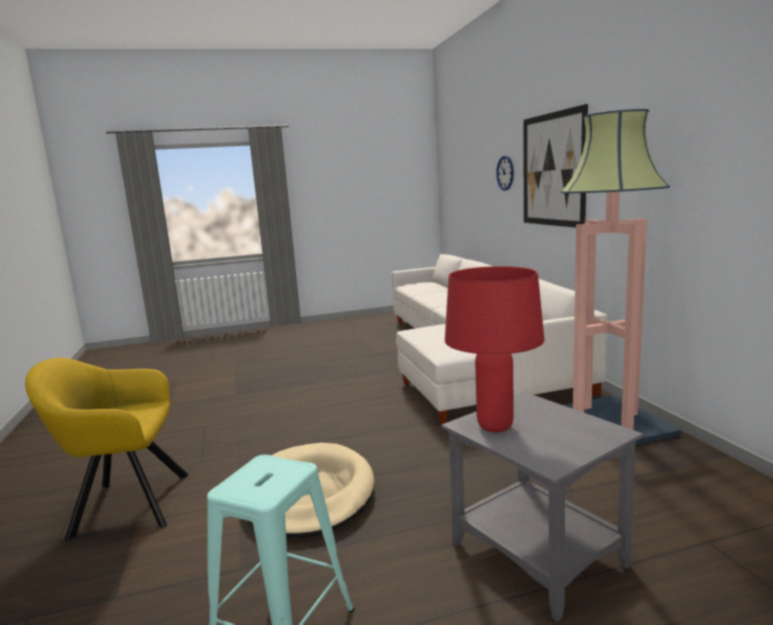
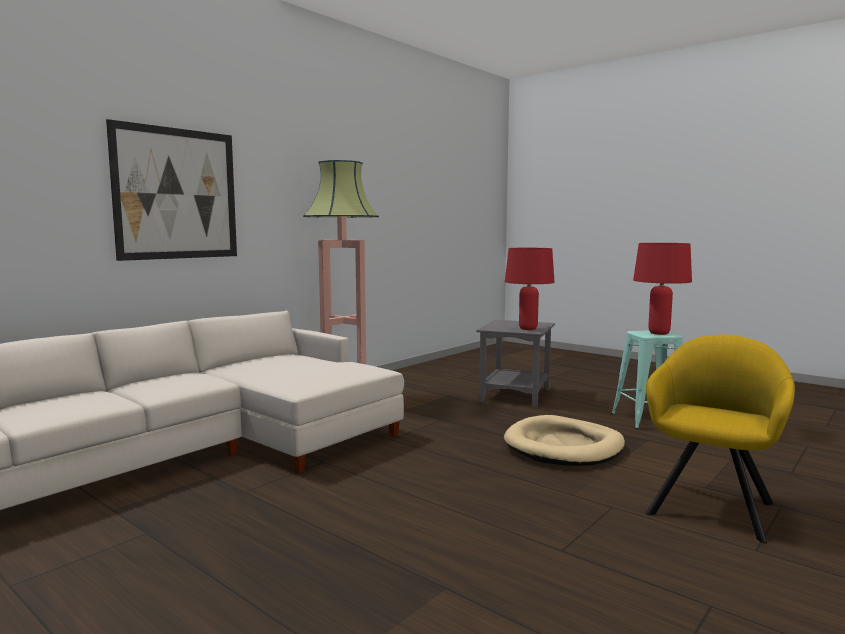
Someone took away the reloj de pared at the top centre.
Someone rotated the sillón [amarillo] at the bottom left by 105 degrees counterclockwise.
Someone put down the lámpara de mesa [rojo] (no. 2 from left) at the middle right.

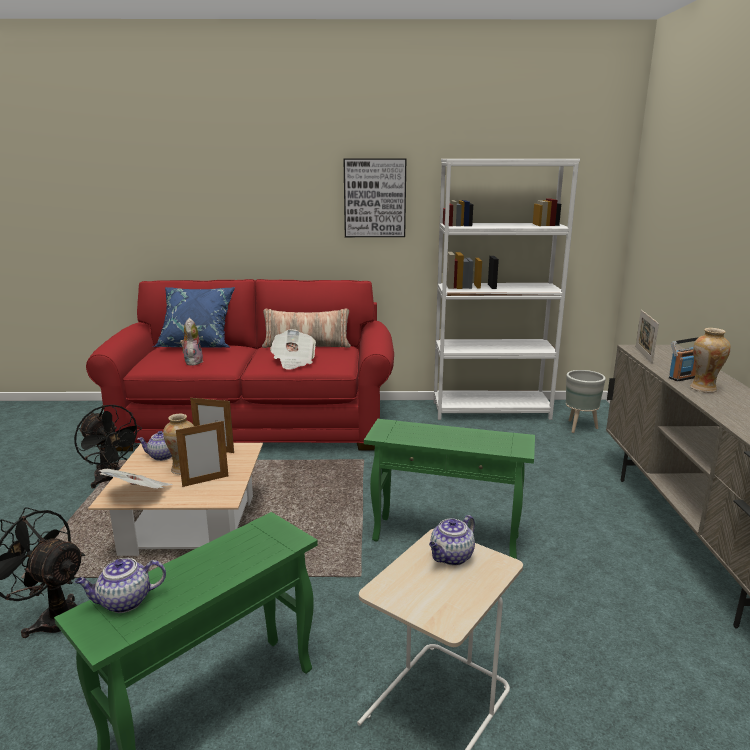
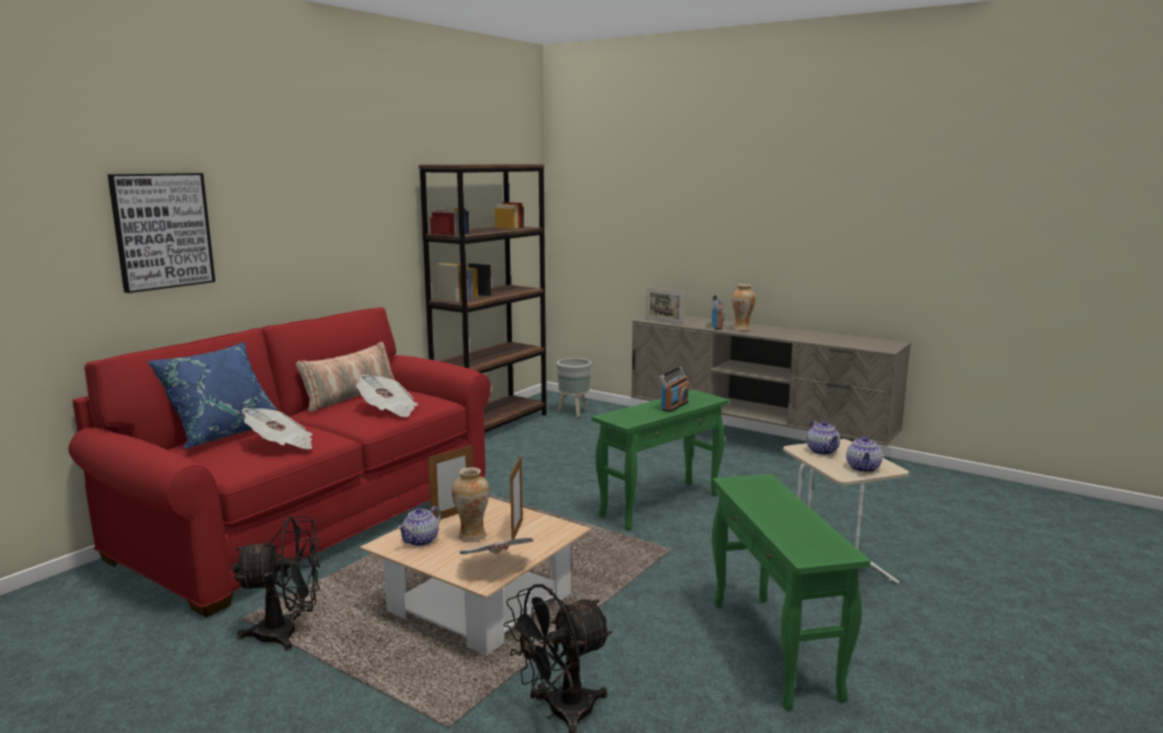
Someone carried the cuadro from the top centre to the top left.
Someone repainted the estantería [blanco] at the middle right, which became the estantería [marrón] at the centre.
Someone swapped the peluche at the middle left for the periódico (no. 1 from left) at the middle left.
Someone carried the tetera (no. 1 from left in the first image) from the bottom left to the middle right.
Someone put down the radio (no. 1 from left) at the centre.

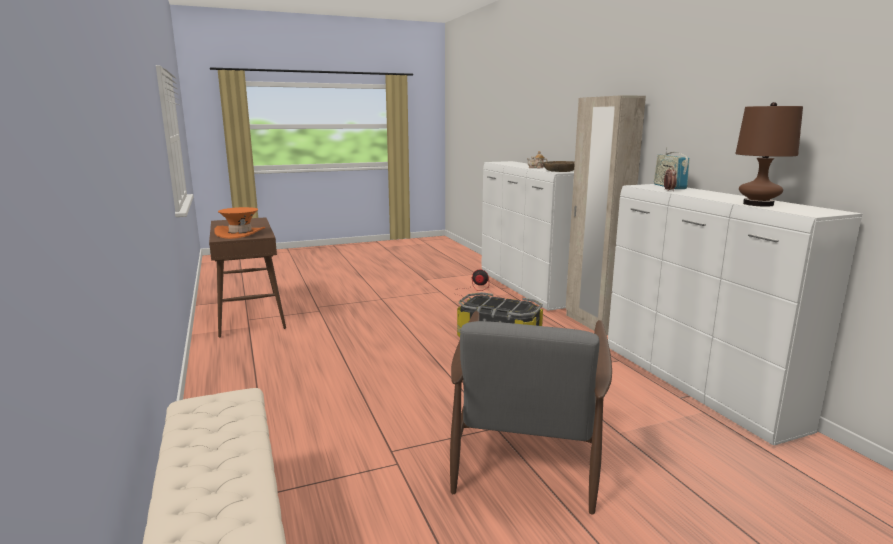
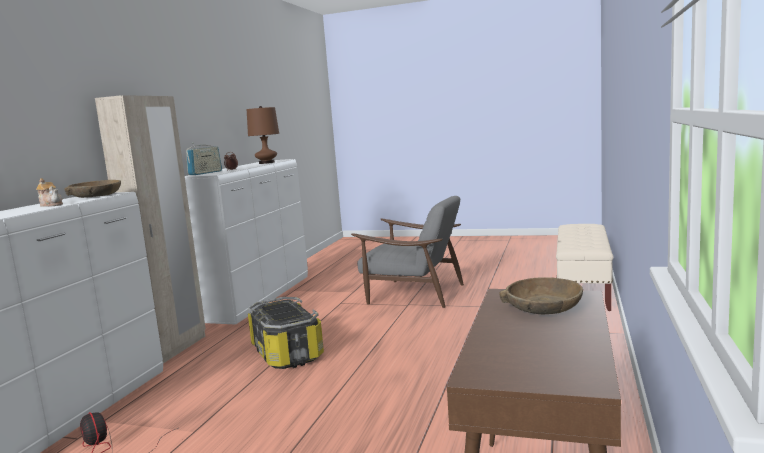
Someone swapped the sombrero [naranja] at the middle left for the cuenco [marrón] (no. 2 from left) at the middle right.
Someone rotated the sillón [gris] at the bottom centre by 60 degrees clockwise.

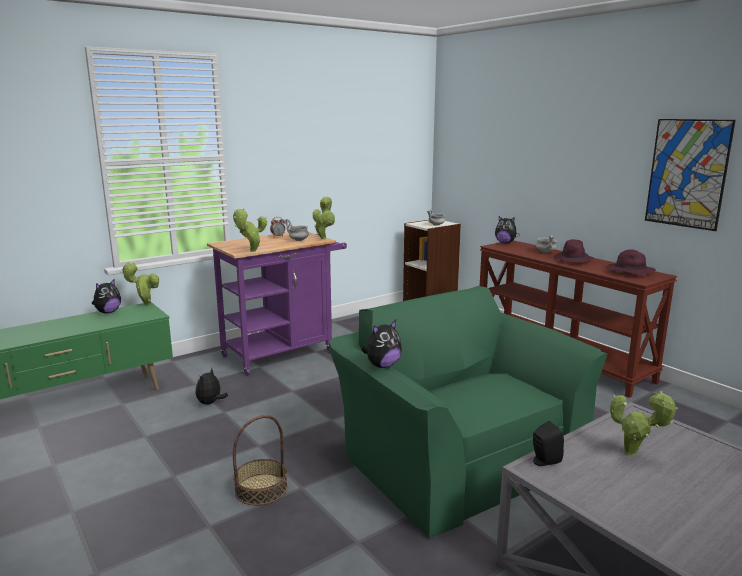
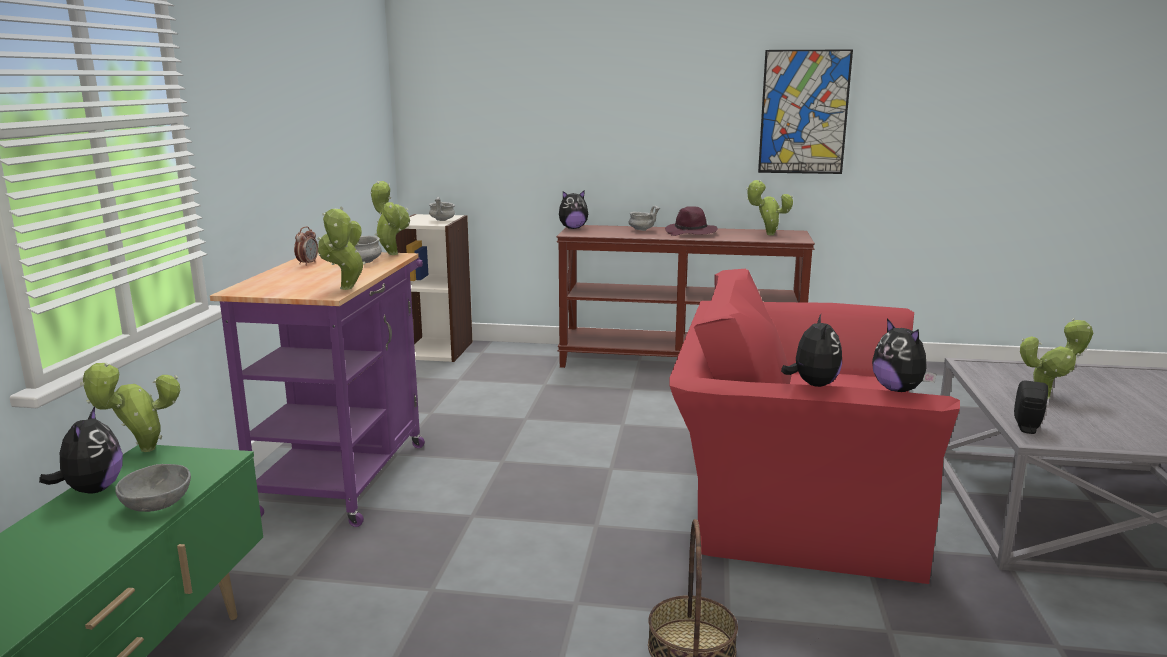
Someone swapped the sombrero [morado] (no. 2 from left) at the middle right for the planta en maceta (no. 4 from left) at the top centre.
Someone repainted the sillón [verde] at the bottom centre, which became the sillón [rojo] at the middle right.
Someone carried the peluche (no. 2 from left in the first image) from the bottom left to the middle right.
Someone put down the cuenco [gris] (no. 1 from left) at the bottom left.

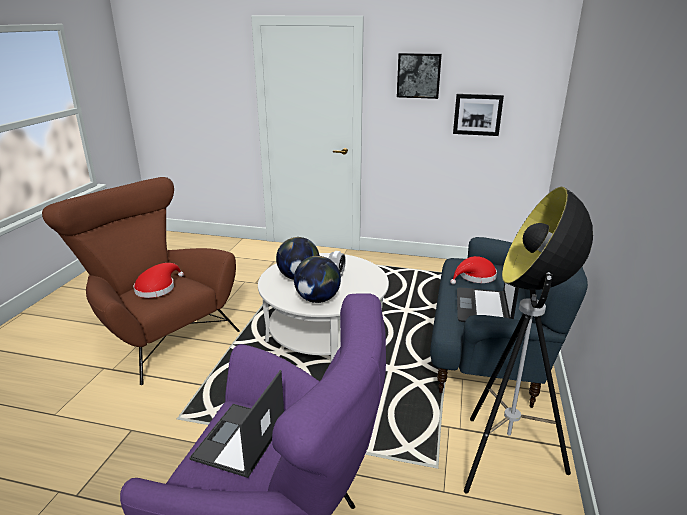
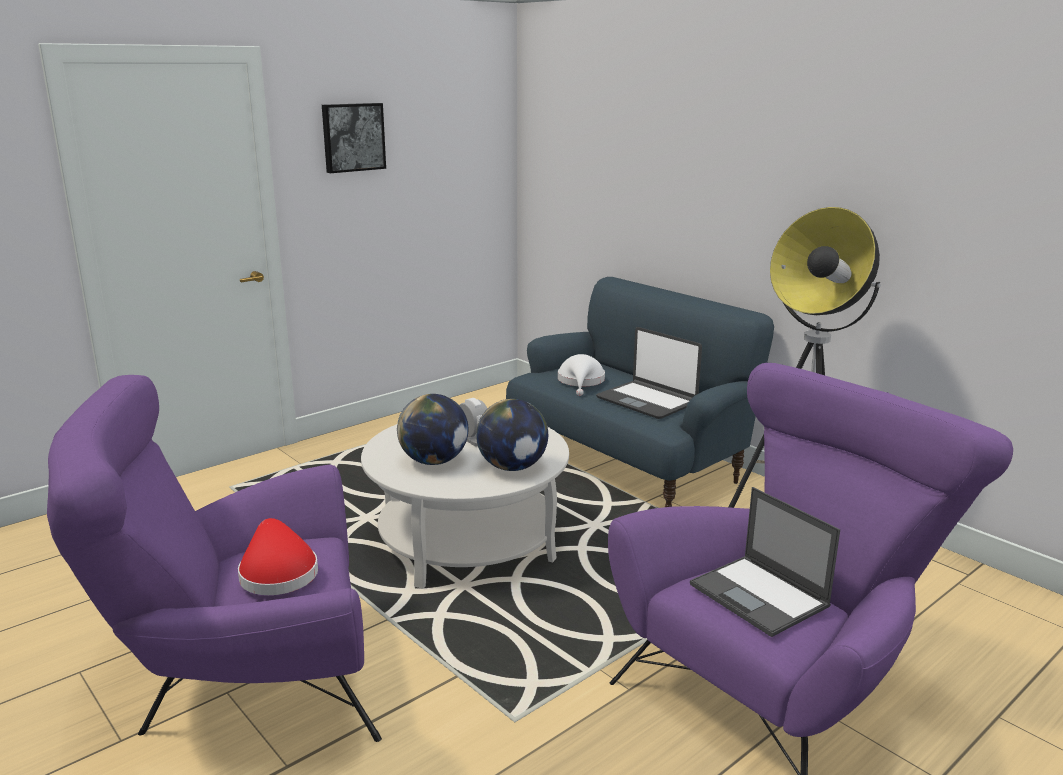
Someone took away the cuadro (no. 2 from left) at the top right.
Someone repainted the sillón [marrón] at the middle left, which became the sillón [morado] (no. 1 from left) at the bottom left.
Someone repainted the sombrero [rojo] (no. 2 from left) at the middle right, which became the sombrero [blanco] at the centre.

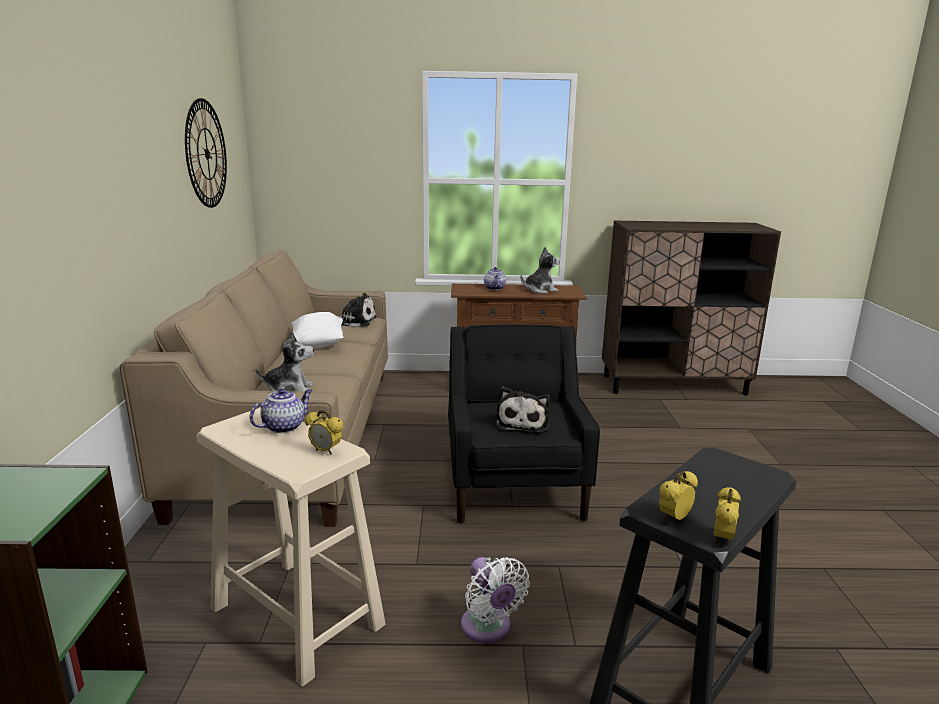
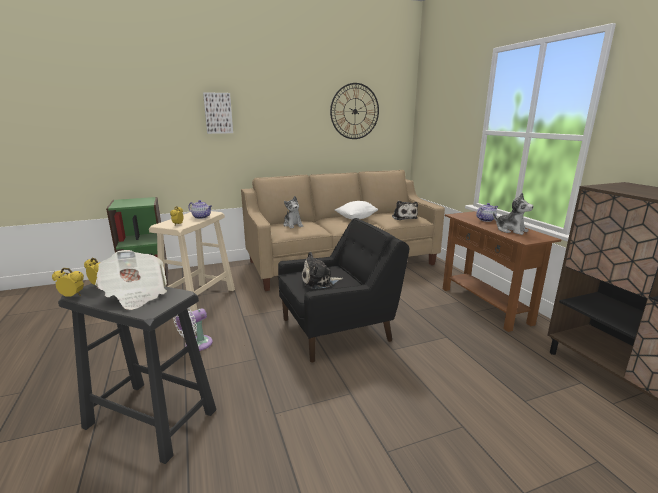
Someone put up the cuadro at the top left.
Someone put down the periódico at the middle left.

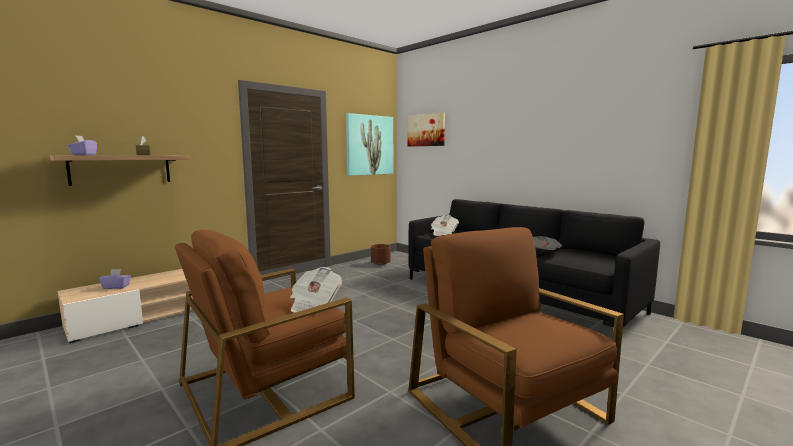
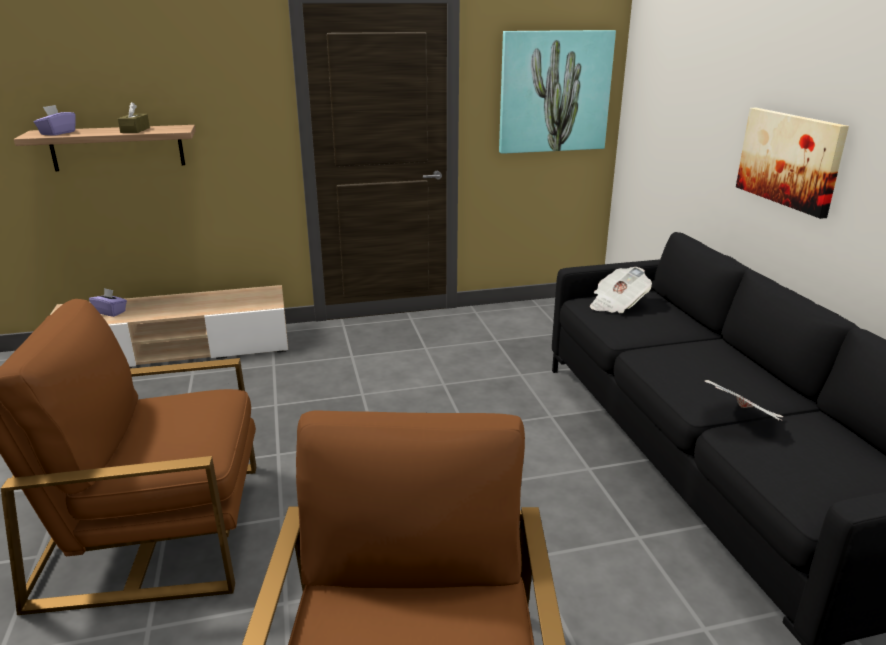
Someone carried the cuadro (no. 2 from left) from the top centre to the top right.
Someone took away the maceta [marrón] at the centre.
Someone took away the periódico (no. 1 from left) at the centre.

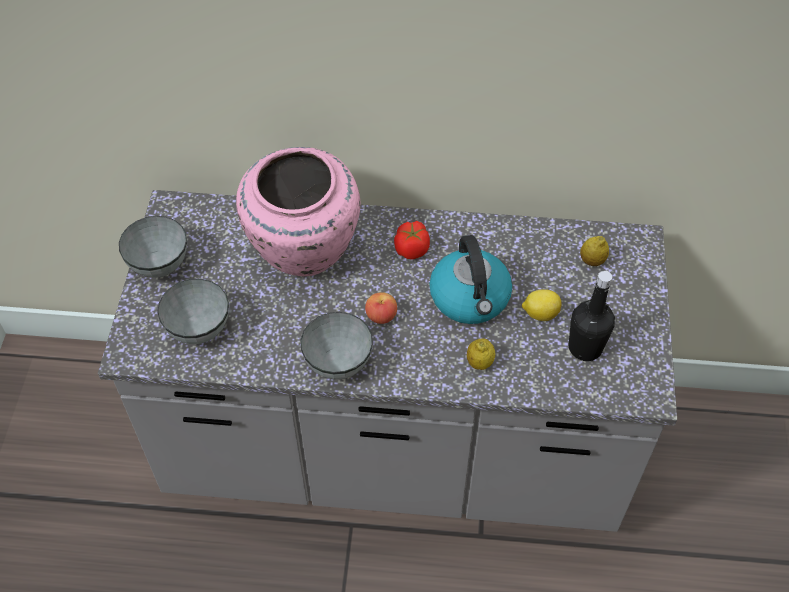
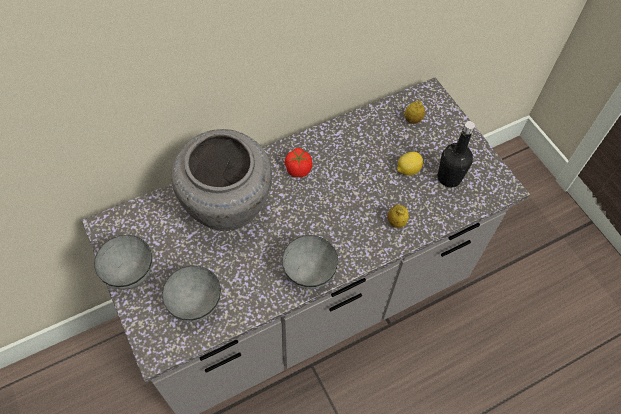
Someone repainted the florero [rosa] at the centre, which became the florero [gris] at the centre.
Someone took away the hervidor at the centre.
Someone took away the manzana at the centre.

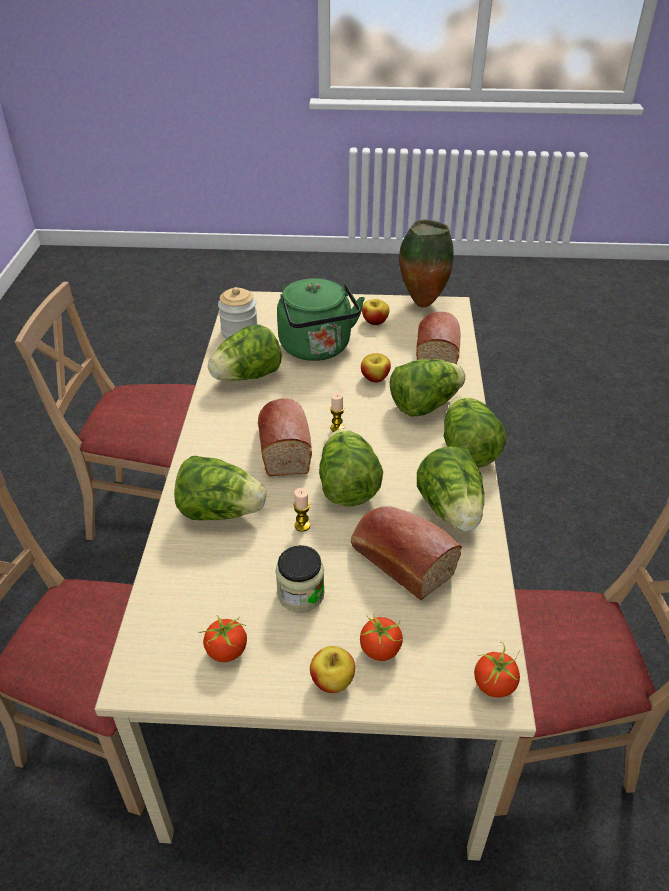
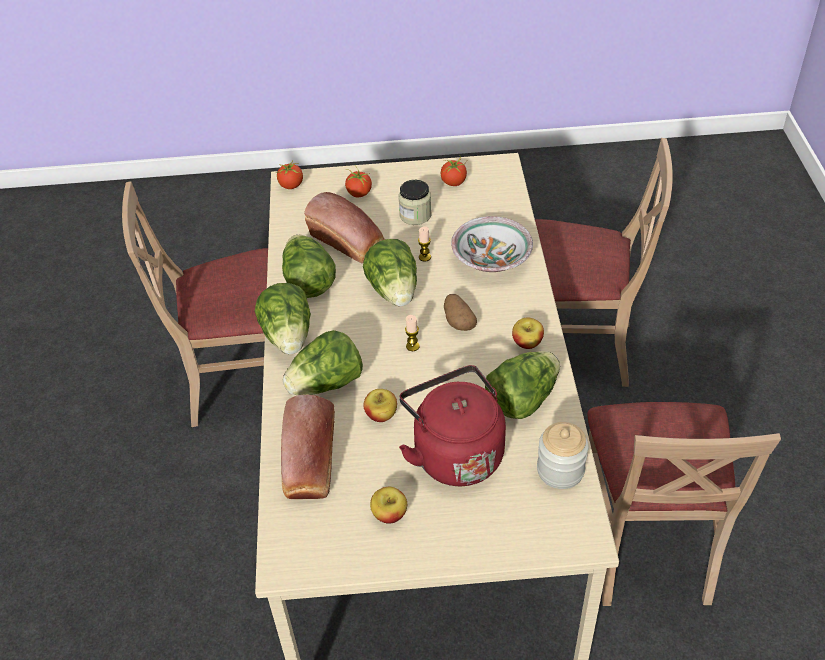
Someone took away the florero at the top centre.
Someone repainted the hervidor [verde] at the centre, which became the hervidor [rojo] at the centre.
Someone rotated the silla [beis] (no. 2 from left in the first image) at the middle left by 90 degrees clockwise.
Someone swapped the pan (no. 1 from left) at the centre for the patata at the centre.
Someone swapped the lechuga (no. 1 from left) at the middle left for the cuenco at the centre.
Someone carried the manzana (no. 1 from left in the first image) from the bottom centre to the centre.

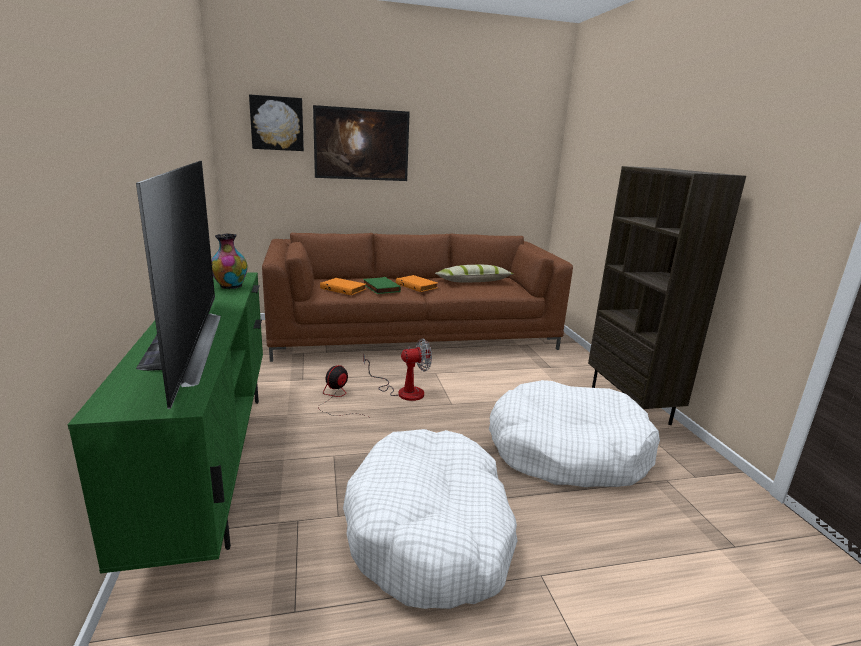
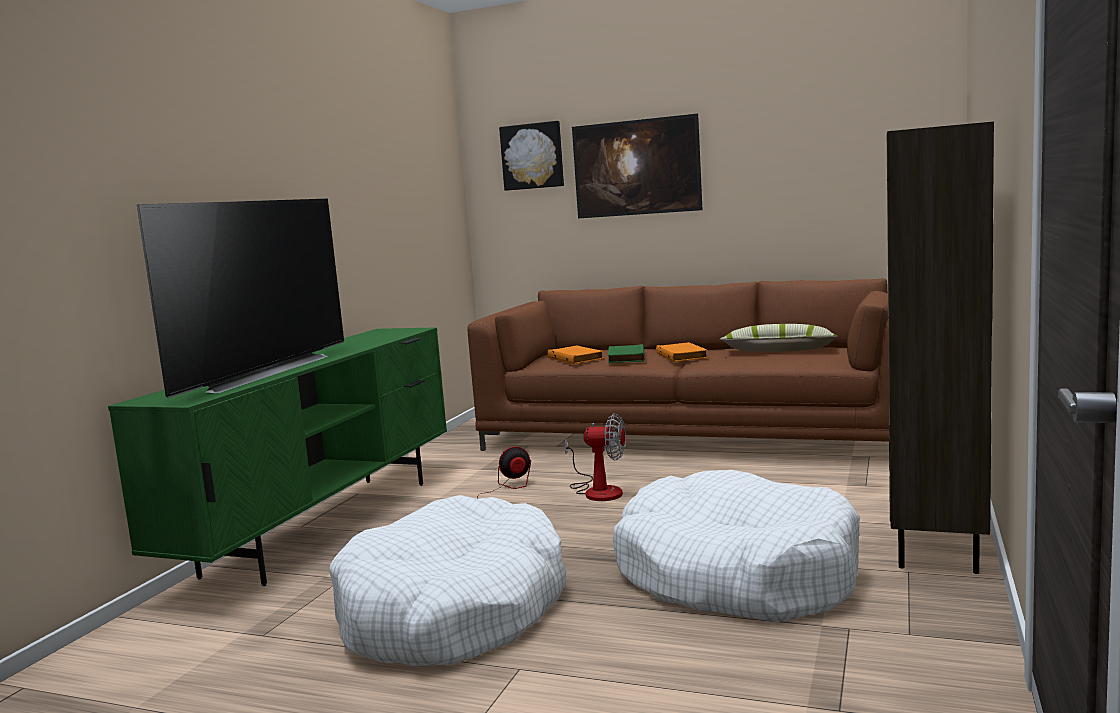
Someone took away the florero at the middle left.

